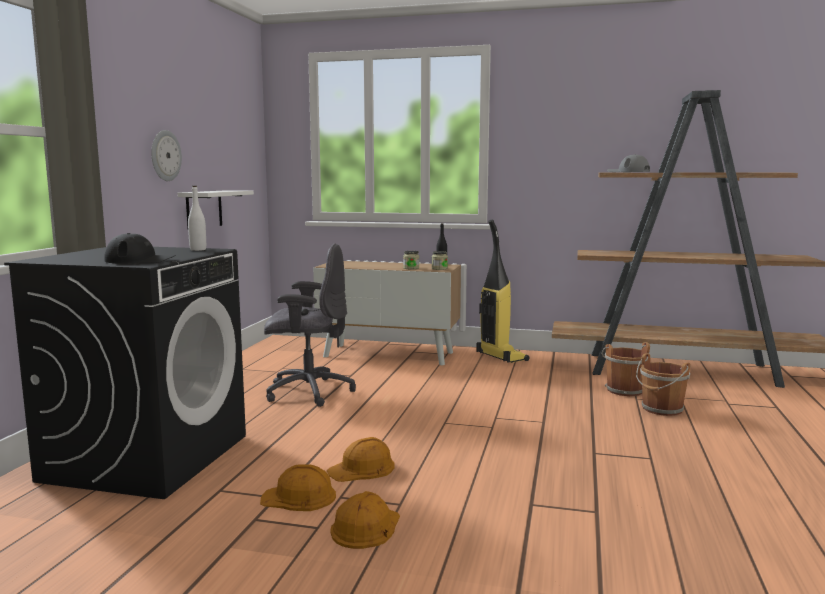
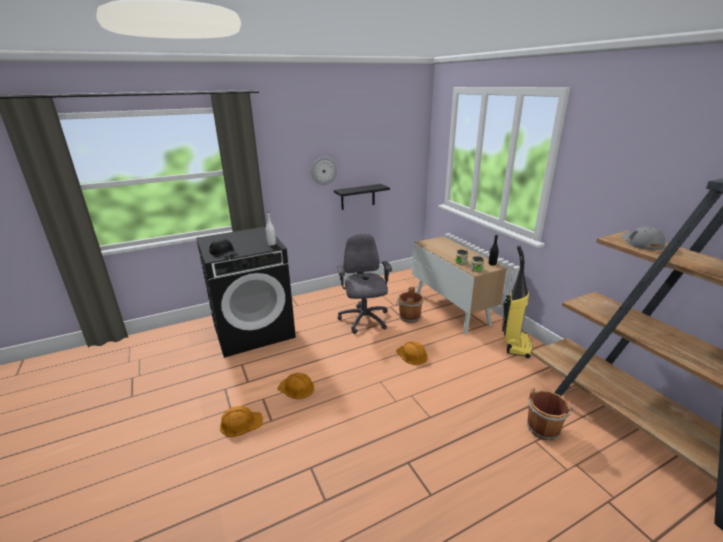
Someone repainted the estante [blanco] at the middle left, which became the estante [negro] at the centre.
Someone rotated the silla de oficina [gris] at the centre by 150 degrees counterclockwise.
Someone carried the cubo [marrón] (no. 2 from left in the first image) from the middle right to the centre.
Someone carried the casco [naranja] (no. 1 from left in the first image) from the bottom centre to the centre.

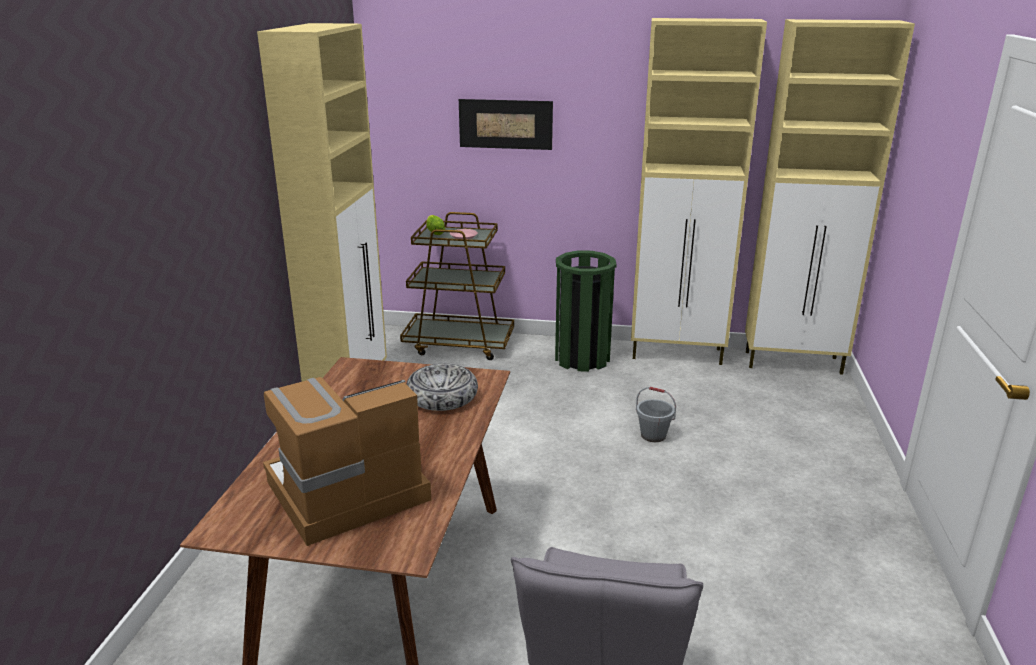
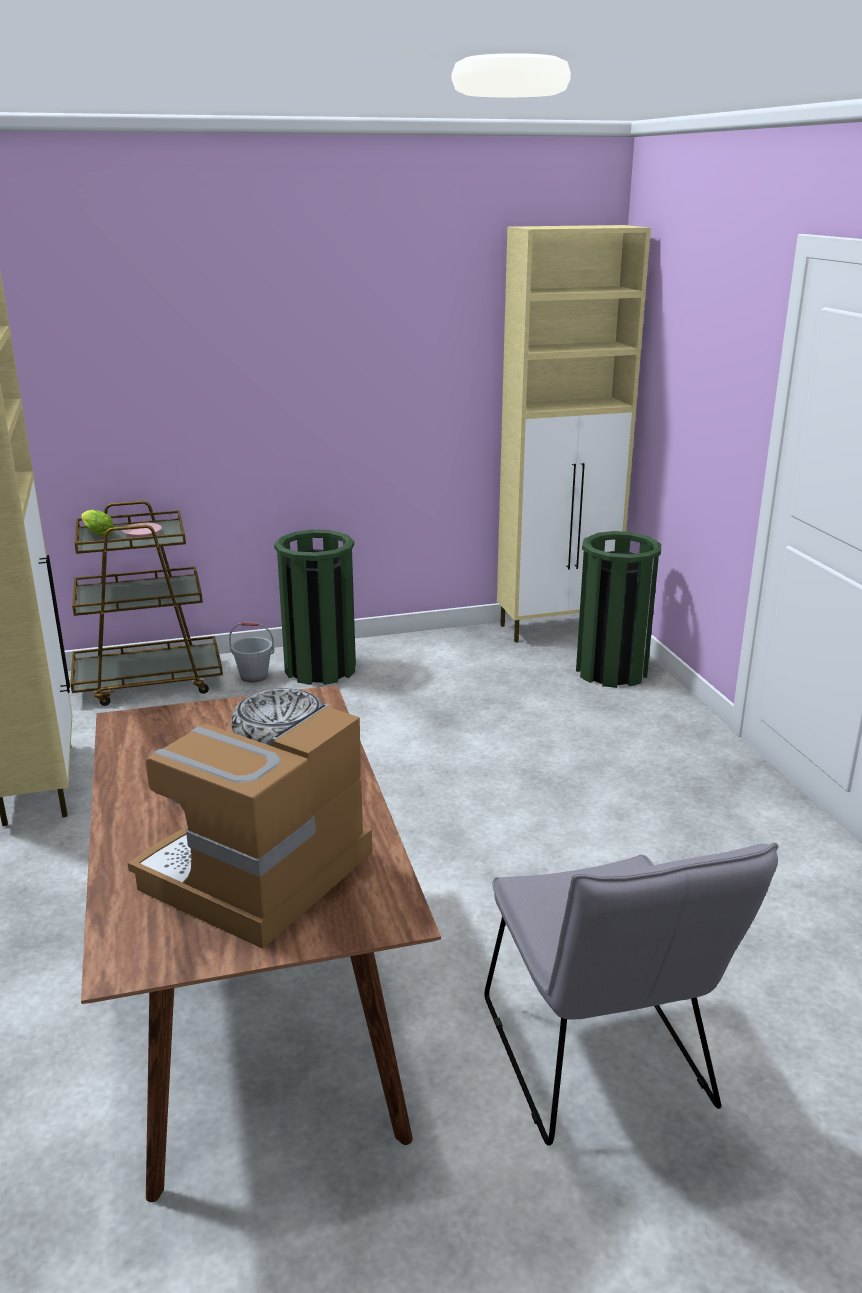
Someone took away the armario [beis] (no. 2 from left) at the top right.
Someone took away the cuadro at the top centre.
Someone carried the cubo [gris] from the centre to the middle left.
Someone put down the papelera [verde] (no. 2 from left) at the middle right.

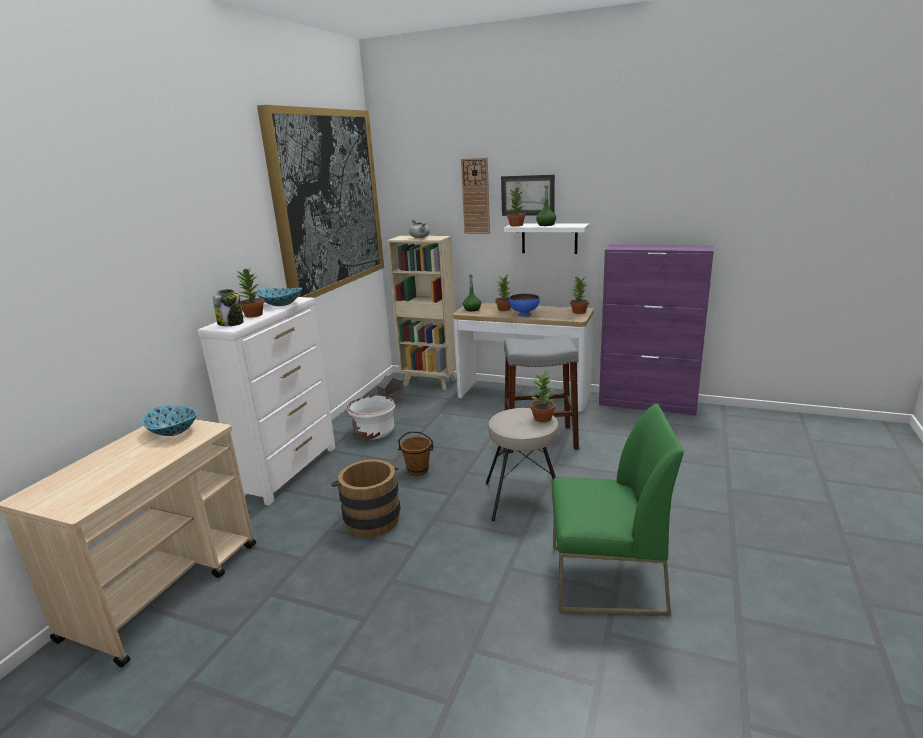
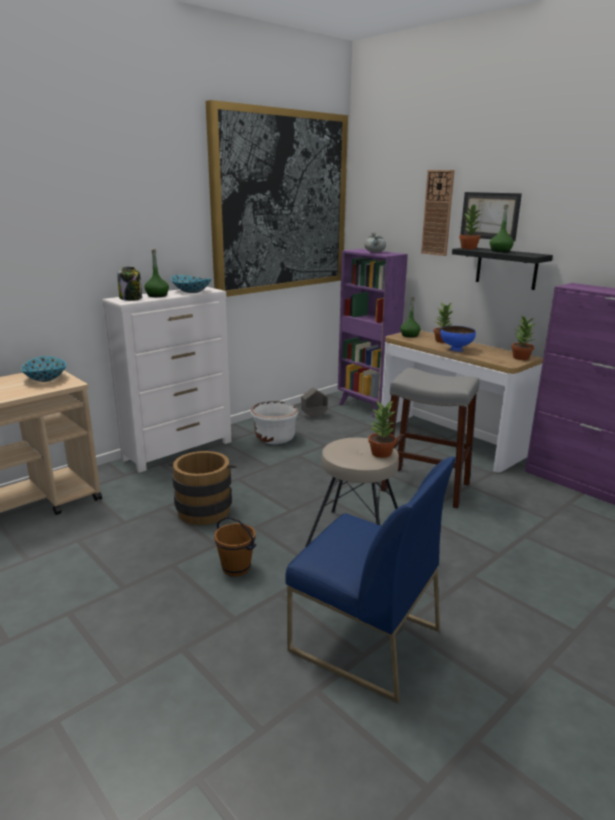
Someone repainted the estante [blanco] at the top centre, which became the estante [negro] at the top right.
Someone repainted the estantería [beis] at the centre, which became the estantería [morado] at the centre.
Someone swapped the planta en maceta (no. 1 from left) at the middle left for the botella [verde] (no. 1 from left) at the top left.
Someone repainted the silla [verde] at the bottom right, which became the silla [azul] at the bottom centre.
Someone carried the cubo [marrón] (no. 2 from left) from the centre to the bottom centre.

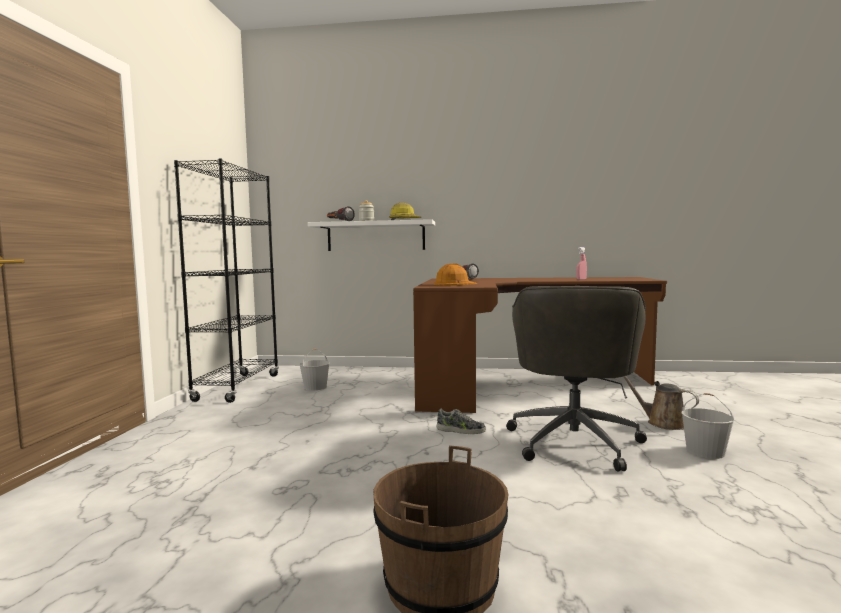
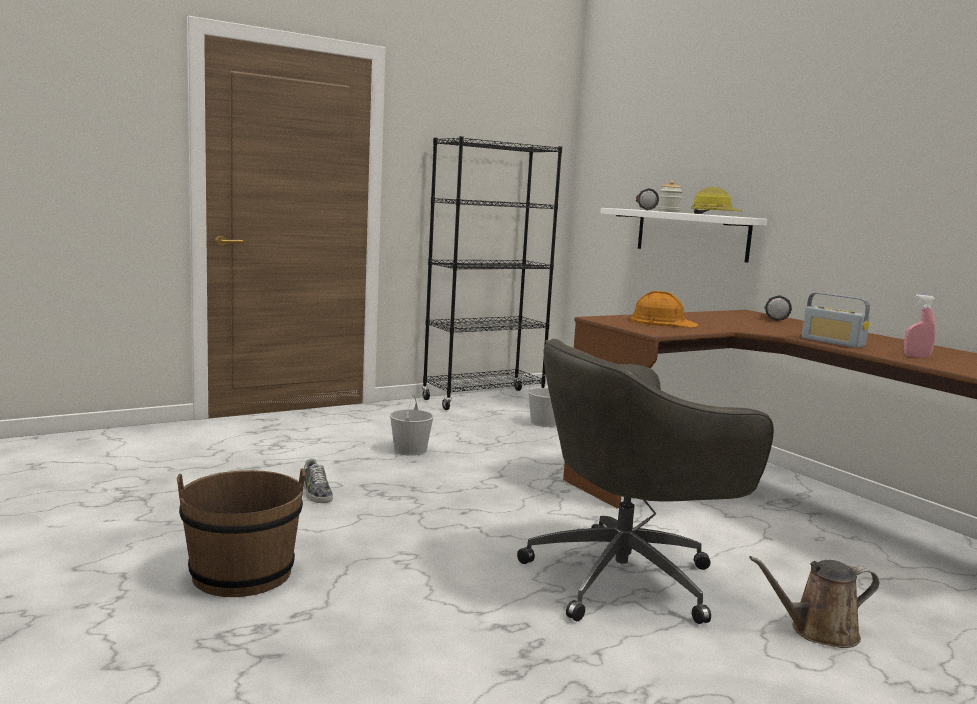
Someone rotated the regadera [marrón] at the middle right by 105 degrees counterclockwise.
Someone carried the cubo [blanco] (no. 2 from left in the first image) from the bottom right to the centre.
Someone carried the zapato from the bottom centre to the bottom left.
Someone put down the radio at the middle right.

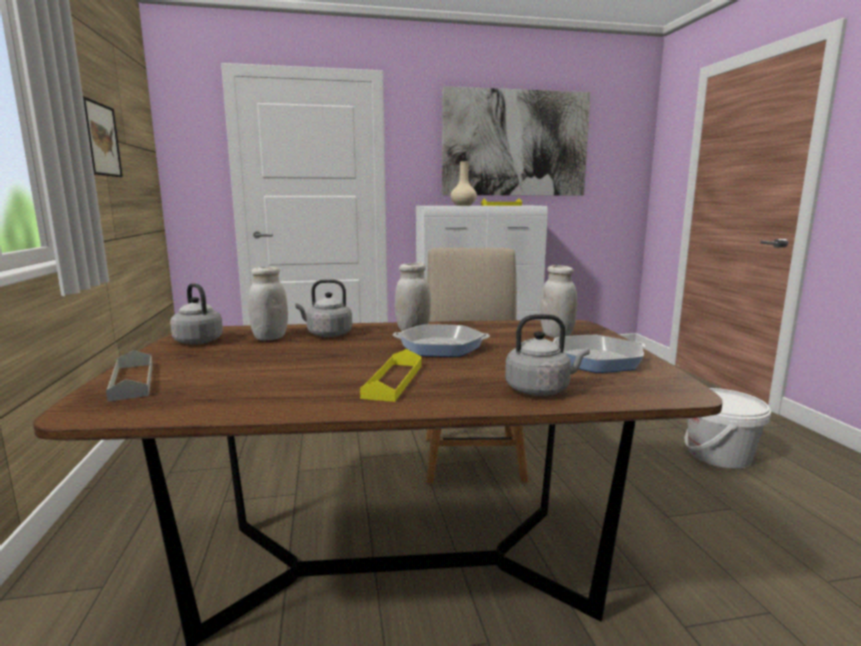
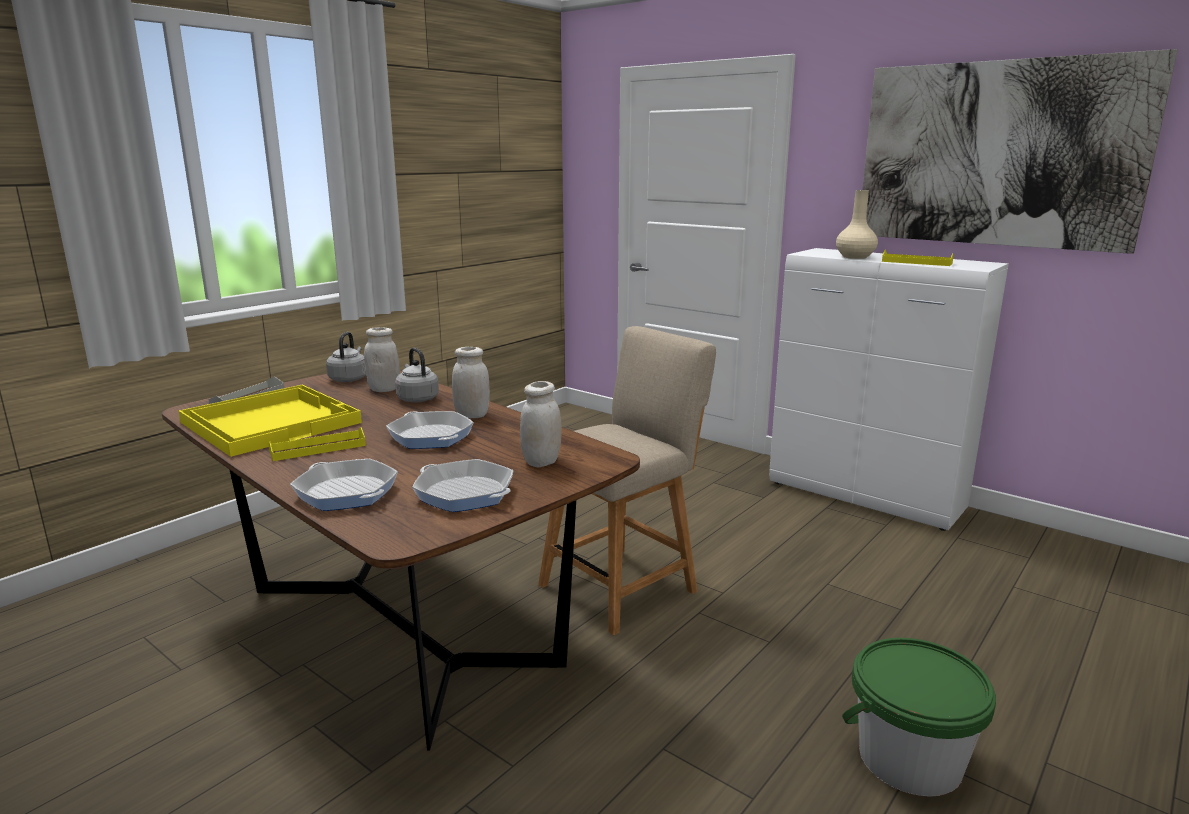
Someone took away the cuadro (no. 1 from left) at the top left.
Someone swapped the hervidor [gris] (no. 3 from left) at the centre for the sartén (no. 1 from left) at the middle left.
Someone repainted the cubo [blanco] at the middle right, which became the cubo [verde] at the bottom right.
Someone put down the bandeja [amarillo] (no. 1 from left) at the middle left.

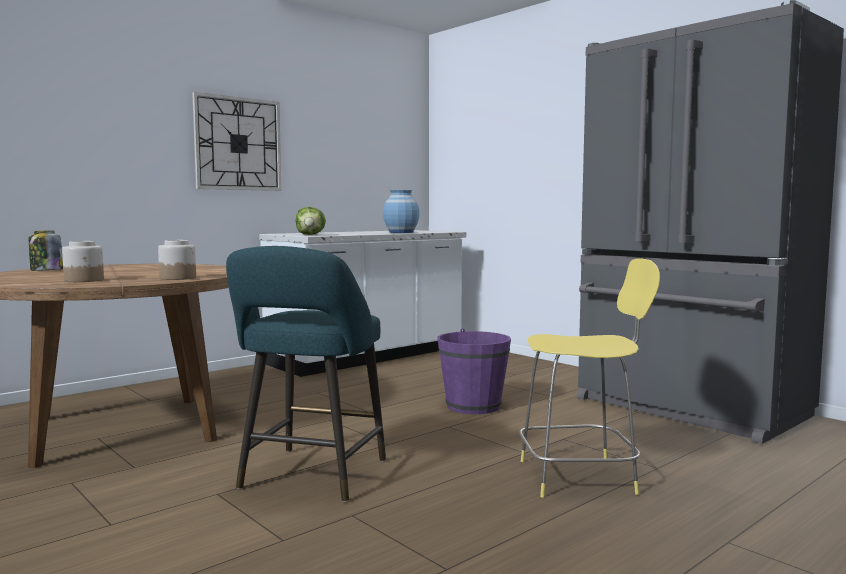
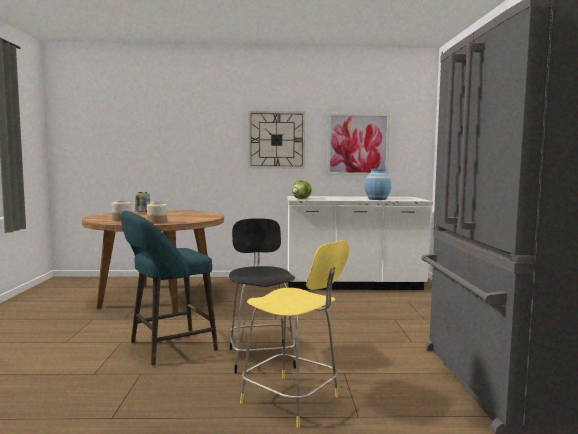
Someone took away the cubo [morado] at the centre.
Someone put up the cuadro at the top centre.
Someone put down the taburete [negro] at the bottom centre.

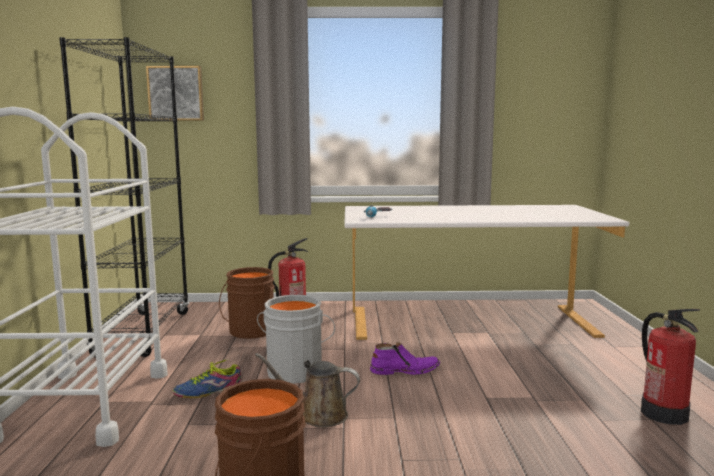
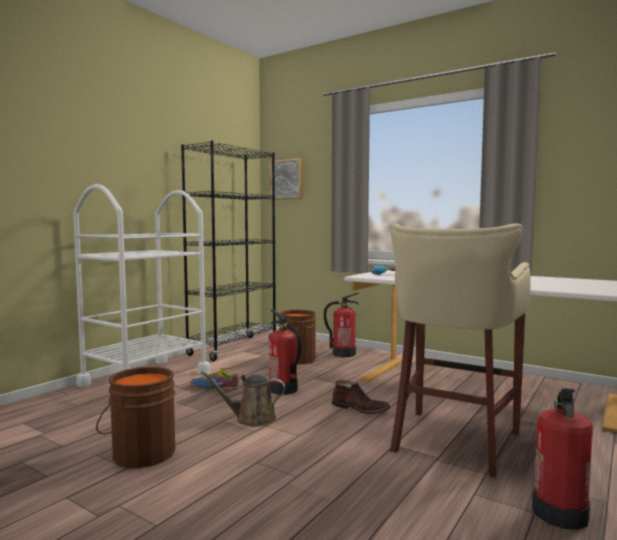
Someone swapped the cubo [gris] at the bottom centre for the extintor (no. 1 from left) at the centre.
Someone repainted the bota [morado] at the bottom centre, which became the bota [marrón] at the bottom centre.
Someone rotated the regadera [marrón] at the bottom centre by 45 degrees counterclockwise.
Someone put down the taburete [beis] at the middle right.

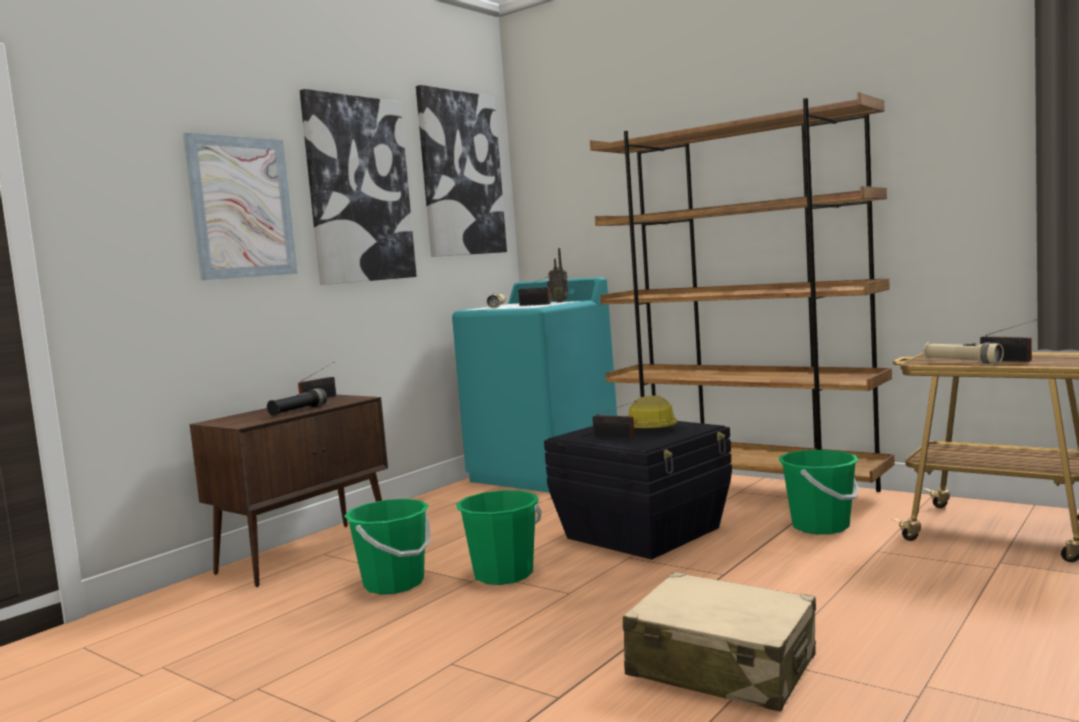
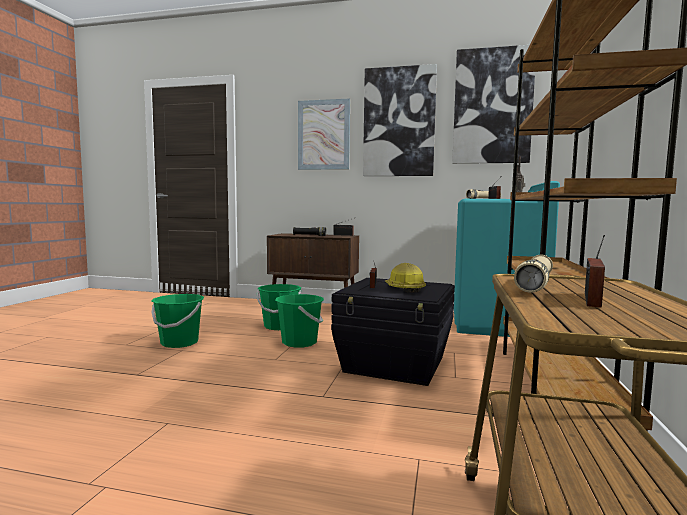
Someone carried the cubo [verde] (no. 3 from left in the first image) from the bottom right to the middle left.
Someone took away the maleta [beis] at the bottom centre.

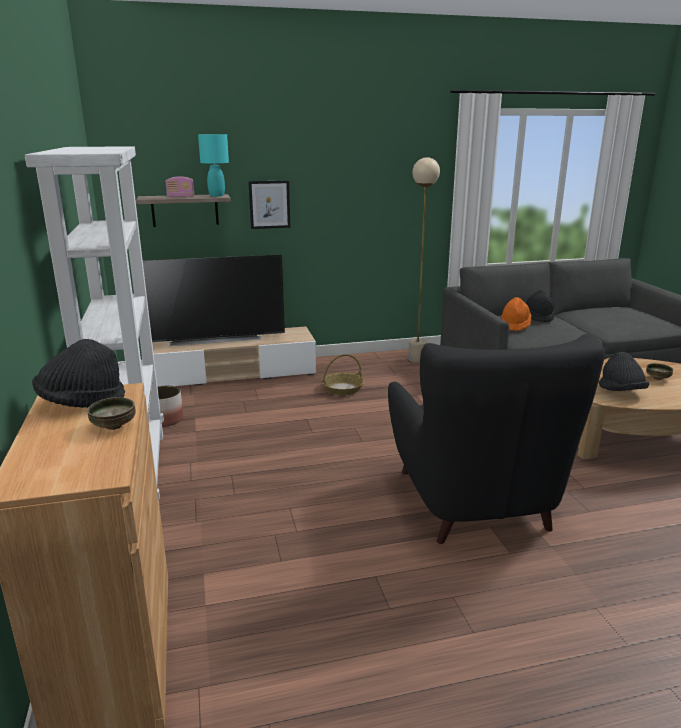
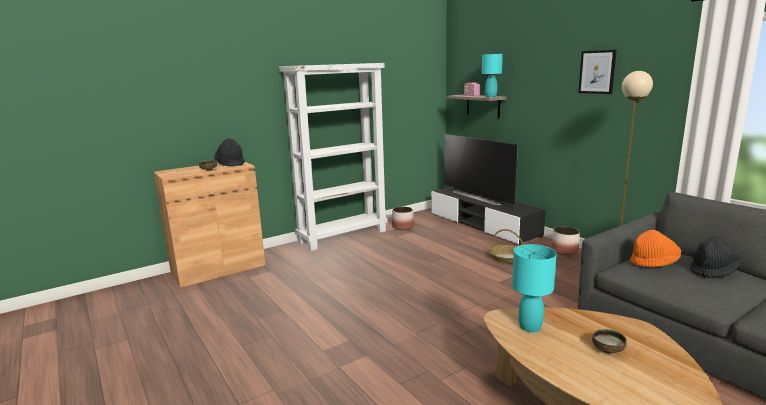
Someone carried the cuadro from the top centre to the top right.
Someone repainted the mueble de televisión [beis] at the centre, which became the mueble de televisión [negro] at the centre.
Someone took away the sillón [negro] at the middle right.
Someone swapped the sombrero [negro] (no. 3 from left) at the middle right for the lámpara de mesa [turquesa] (no. 2 from left) at the bottom right.
Someone put down the maceta (no. 2 from left) at the middle right.

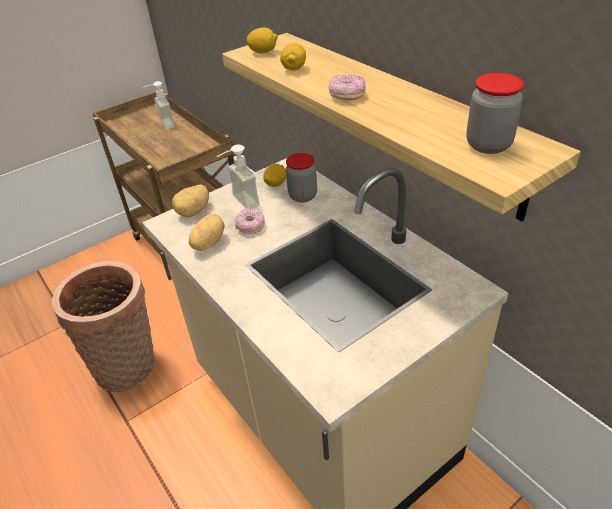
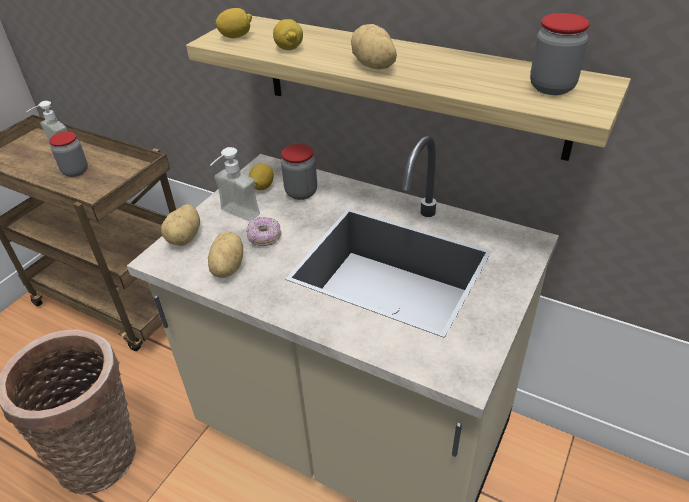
Someone swapped the rosquilla (no. 2 from left) at the top centre for the patata (no. 3 from left) at the top centre.
Someone put down the tarro (no. 1 from left) at the top left.

